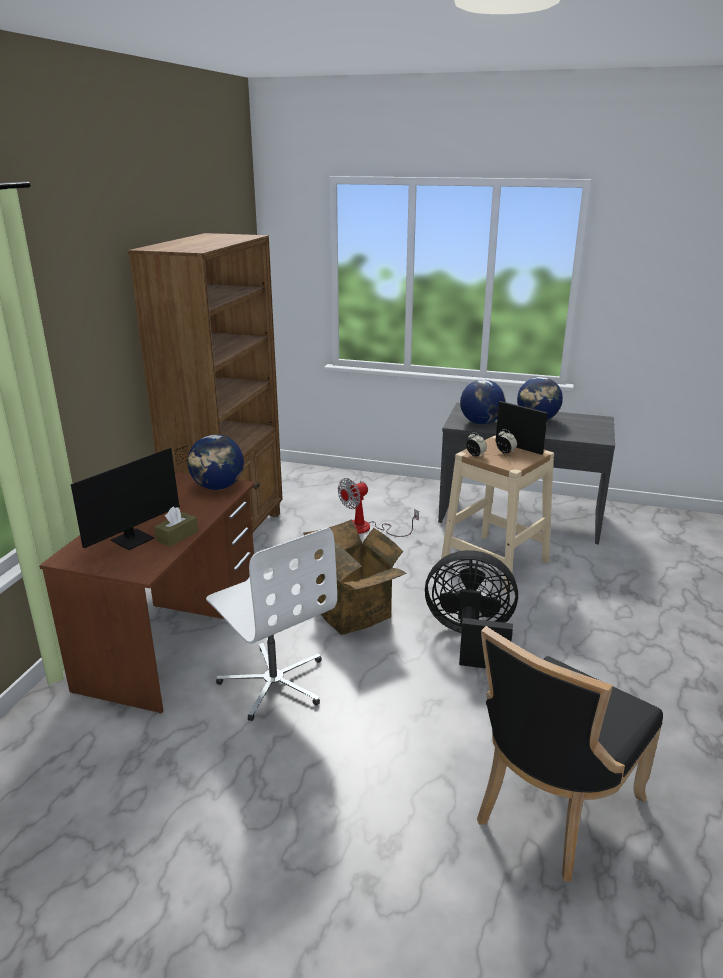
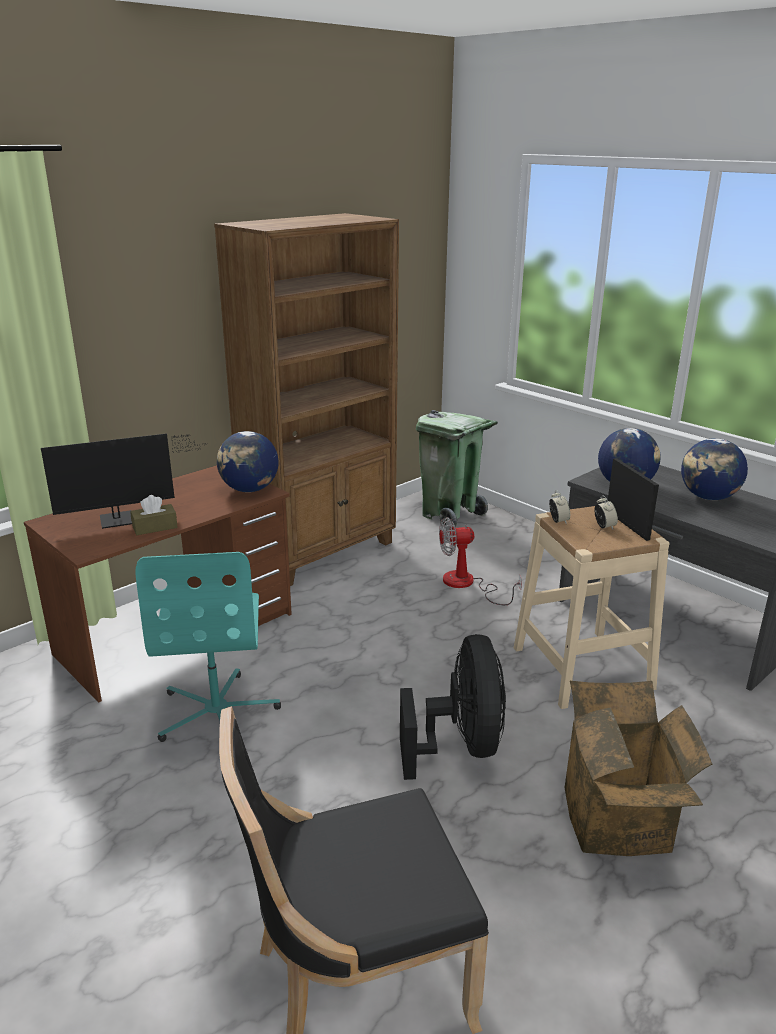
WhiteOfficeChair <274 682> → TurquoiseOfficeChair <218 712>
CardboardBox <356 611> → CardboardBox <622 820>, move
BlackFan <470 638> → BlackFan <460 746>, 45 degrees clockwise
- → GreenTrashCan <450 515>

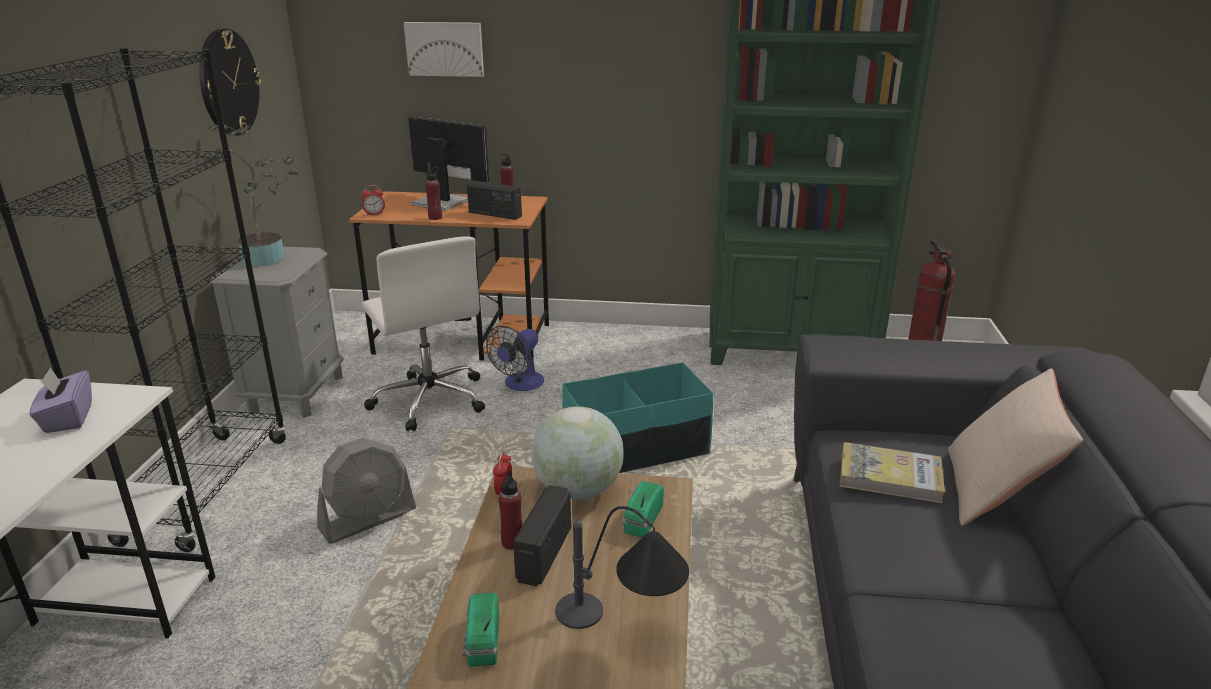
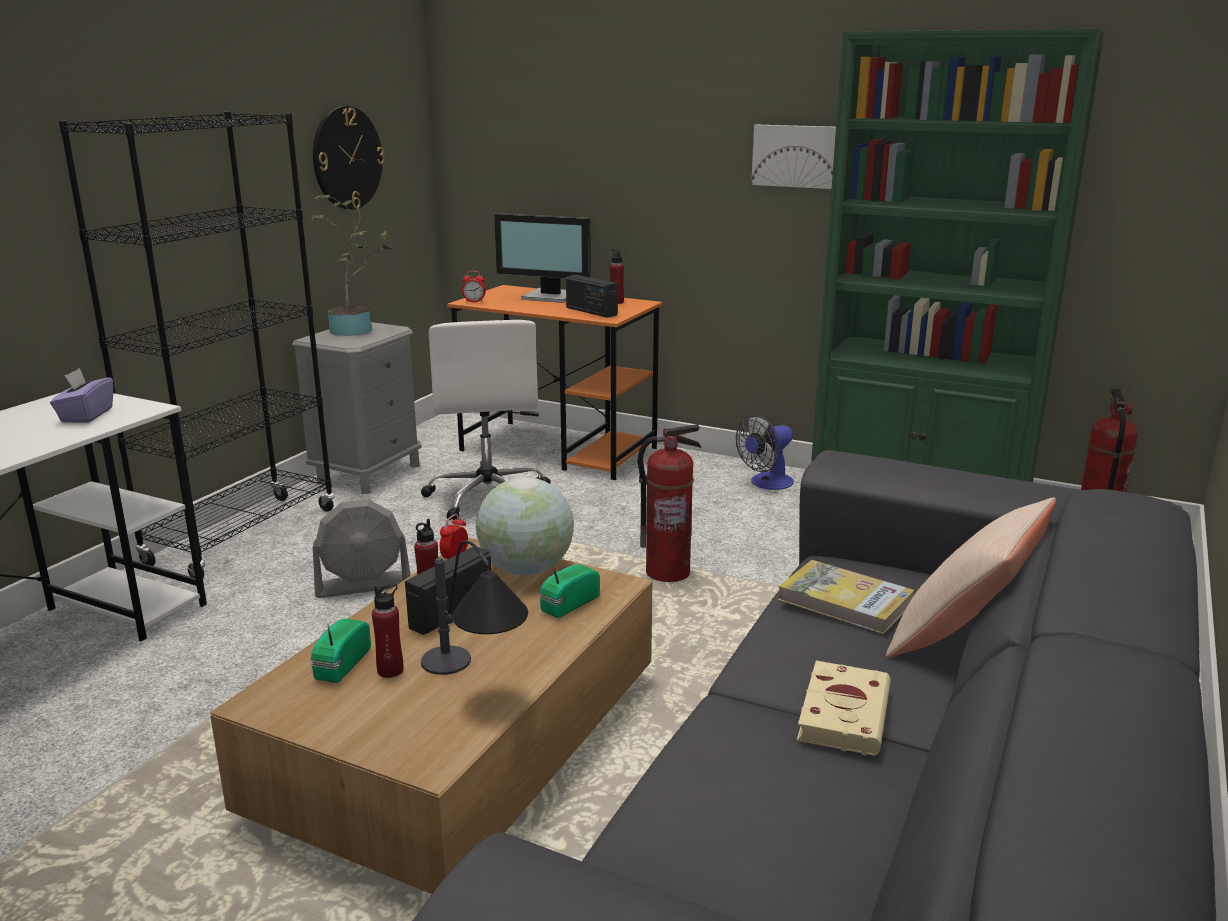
Picture <445 49> → Picture <797 156>, move
Monitor <442 201> → Monitor <550 297>, 150 degrees clockwise
RedBottle <435 218> → RedBottle <390 670>, move
Fan <520 384> → Fan <766 483>, move
TurquoiseStorageBox <636 450> → FireExtinguisher <667 573>
- → BeigeBook <843 712>

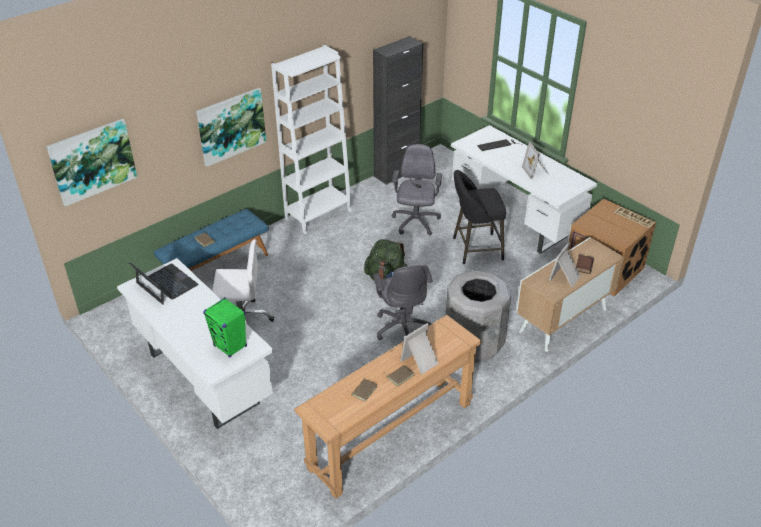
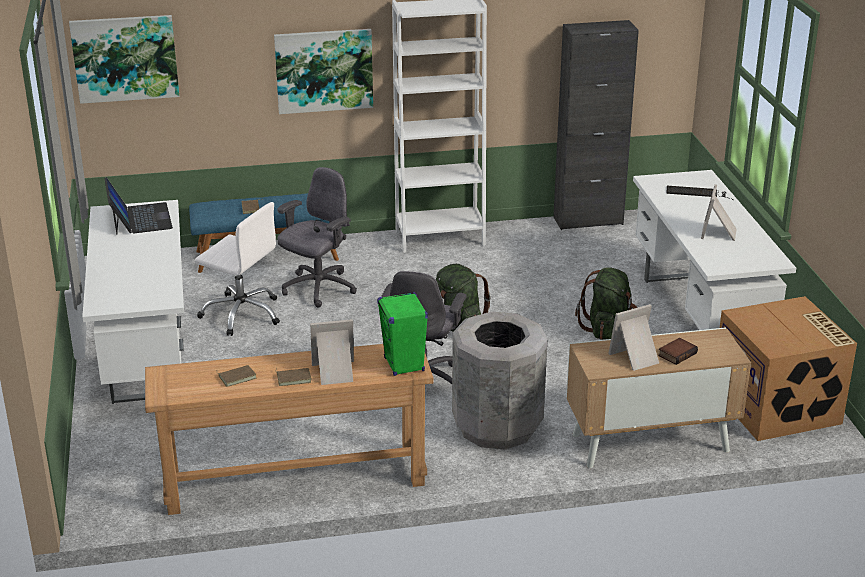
GreenSpeaker <230 346> → GreenSpeaker <404 365>, move
GreyOfficeChair <415 223> → GreyOfficeChair <318 289>, move
BlackStool <474 249> → GreenBackpack <607 329>

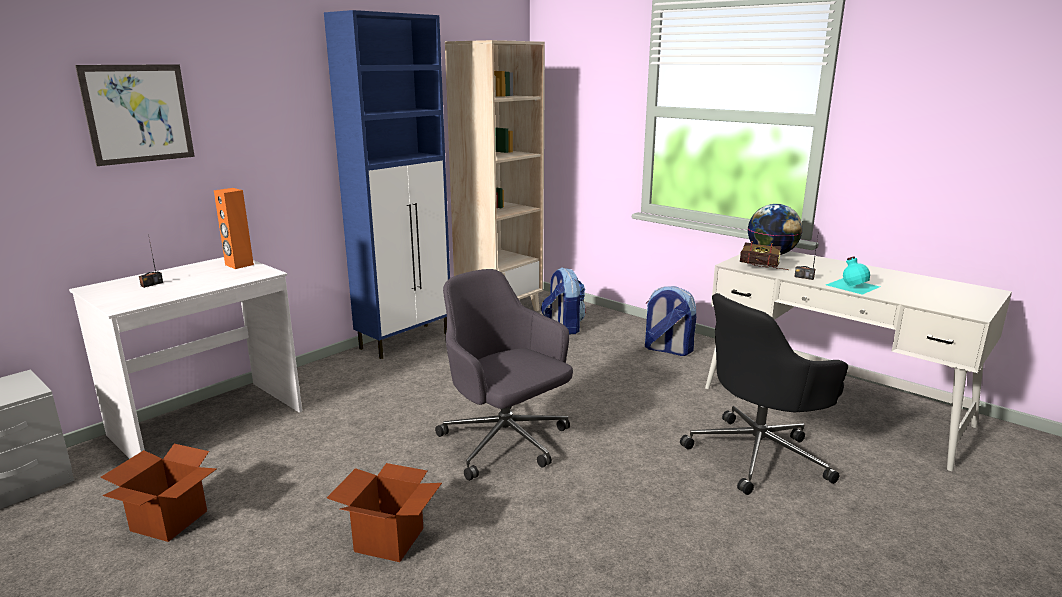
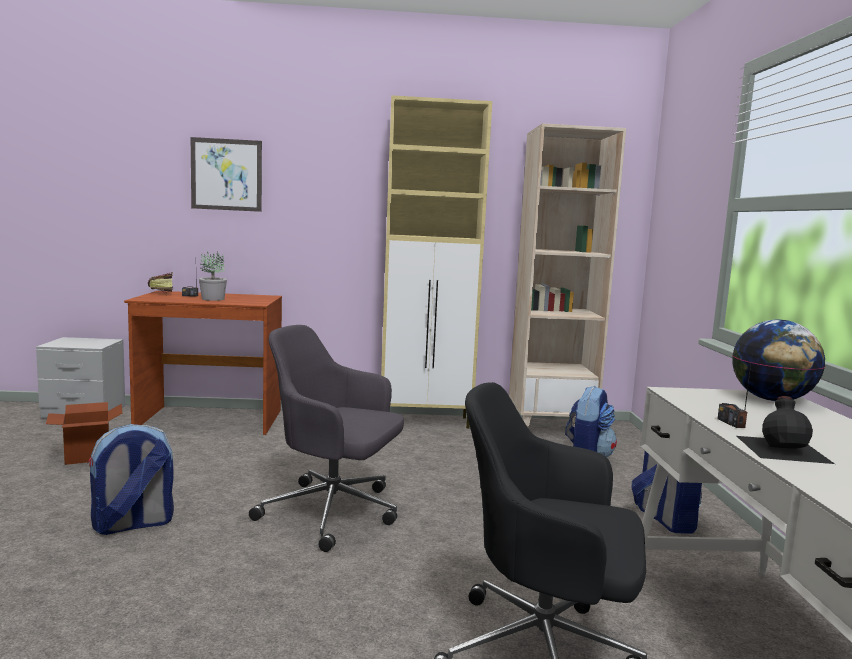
WhiteDesk <208 424> → BrownDesk <210 420>
OrangeSpeaker <239 265> → -
BlueCabinet <406 340> → BeigeCabinet <426 421>
CardboardBox <389 540> → Backpack <133 524>
GreyOfficeChair <506 443> → GreyOfficeChair <333 513>, 75 degrees counterclockwise
Book <763 269> → Book <161 293>, move
TurquoiseBottle <852 285> → BlackBottle <783 448>
- → PottedPlant <212 299>

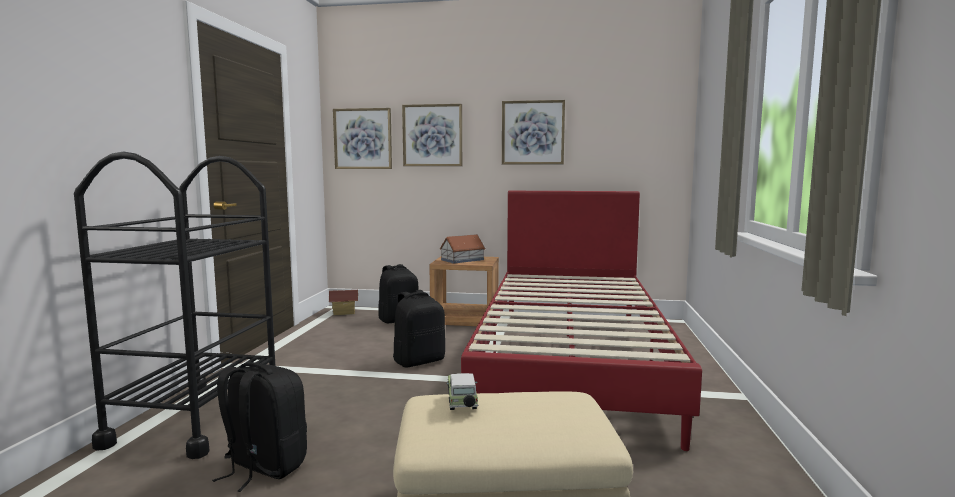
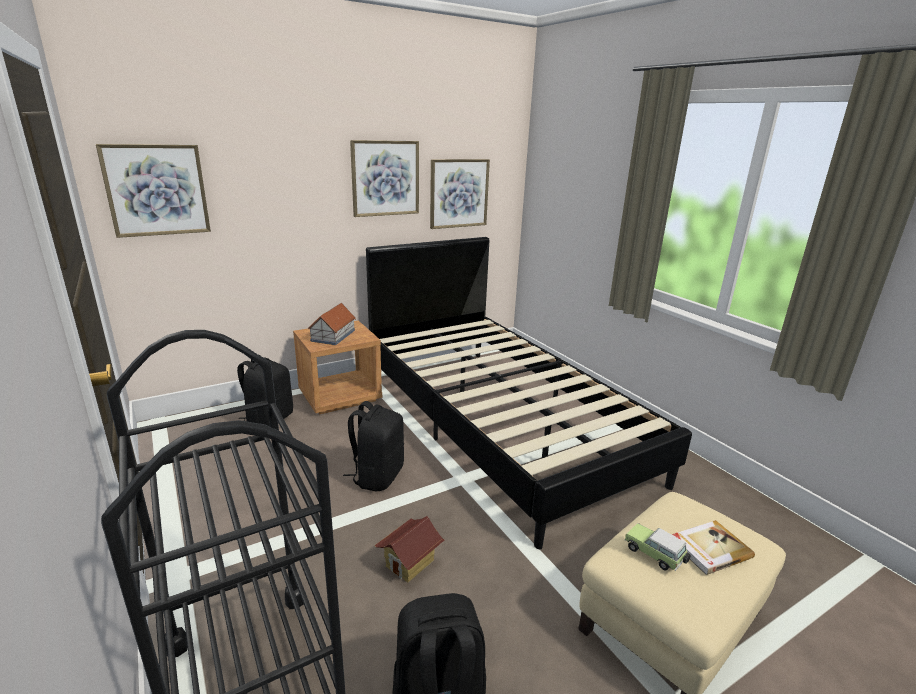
ToyHouse <344 313> → ToyHouse <410 563>, move
Picture <432 135> → Picture <459 193>, move
RedBed <571 360> → BlackBed <498 423>
- → Book <709 548>

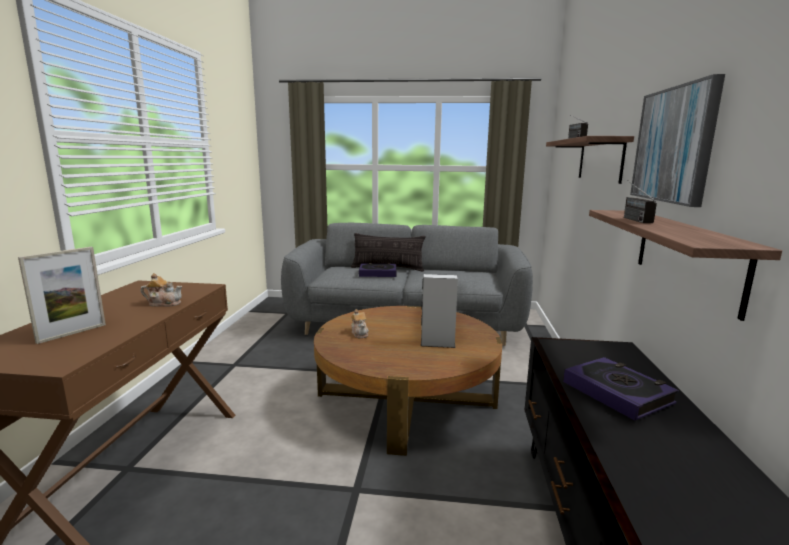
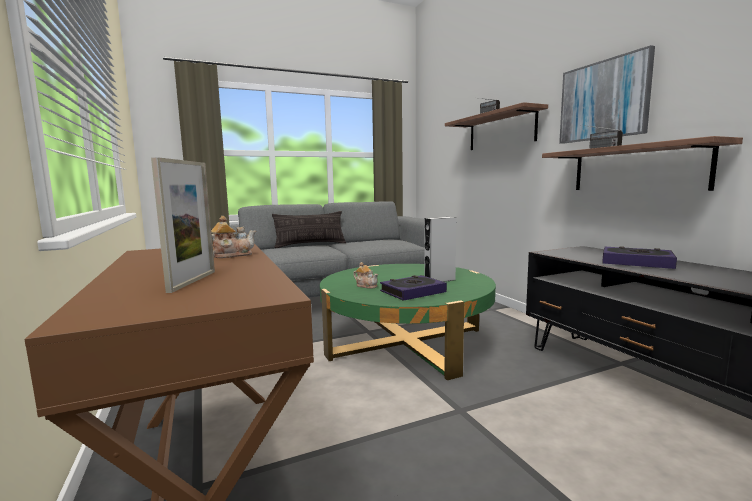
BrownCoffeeTable <406 398> → GreenCoffeeTable <406 342>
Book <378 273> → Book <412 292>, move

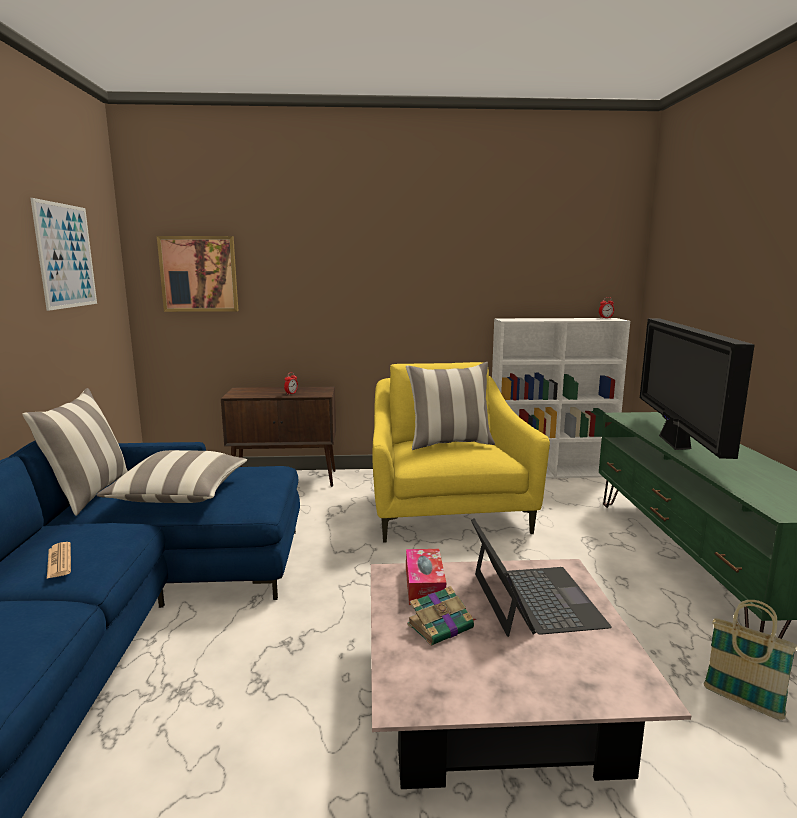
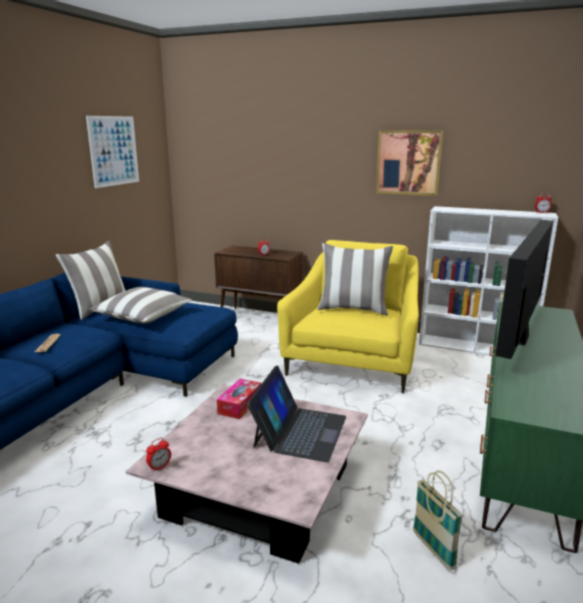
Picture <199 274> → Picture <408 162>, move
Book <441 626> → -
- → AlarmClock <159 467>

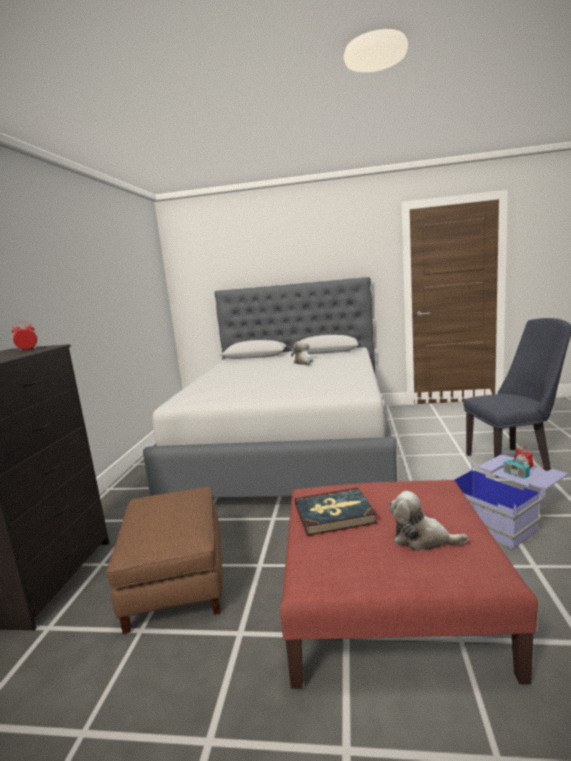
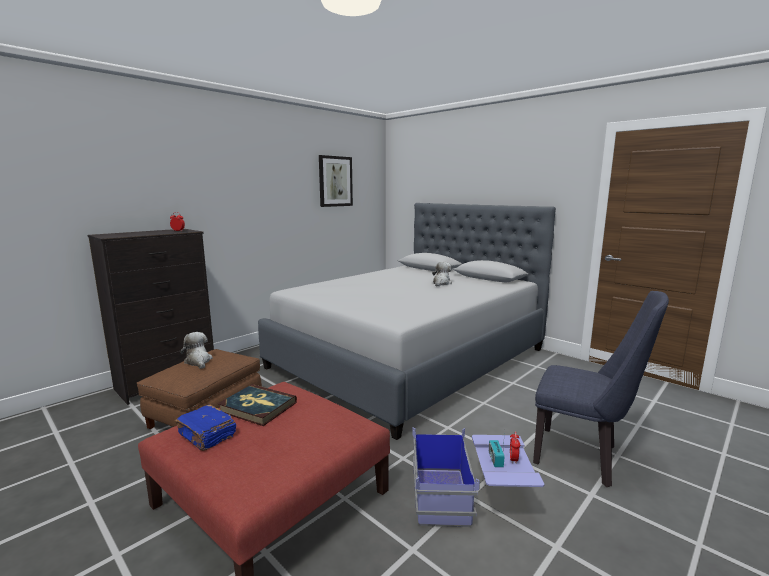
PlushToy <422 539> → PlushToy <198 361>, move
- → BlueBook <207 435>
- → Picture <335 181>

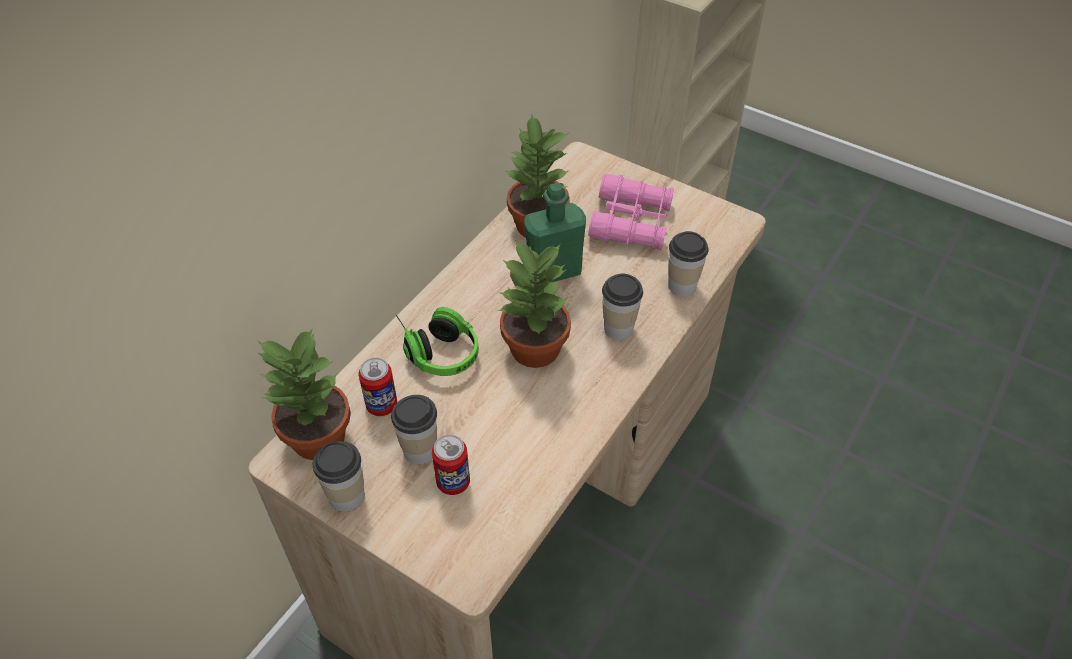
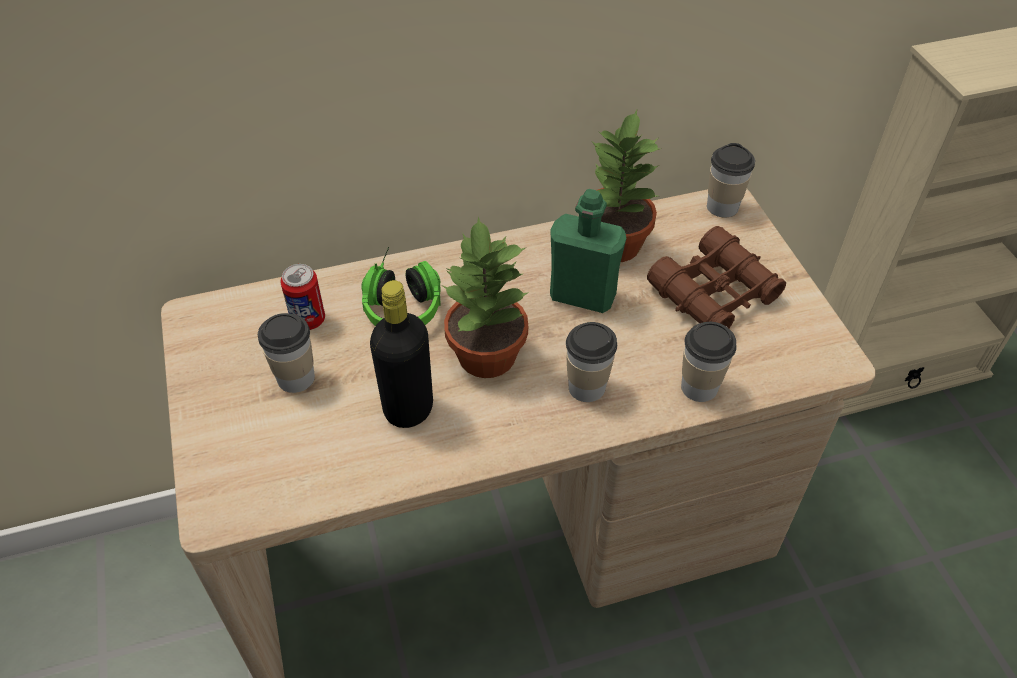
PottedPlant <316 438> → -
Cup <347 497> → Cup <722 207>, move
Can <453 482> → -
PinkBinoculars <631 222> → BrownBinoculars <714 294>
- → BlackBottle <408 409>

